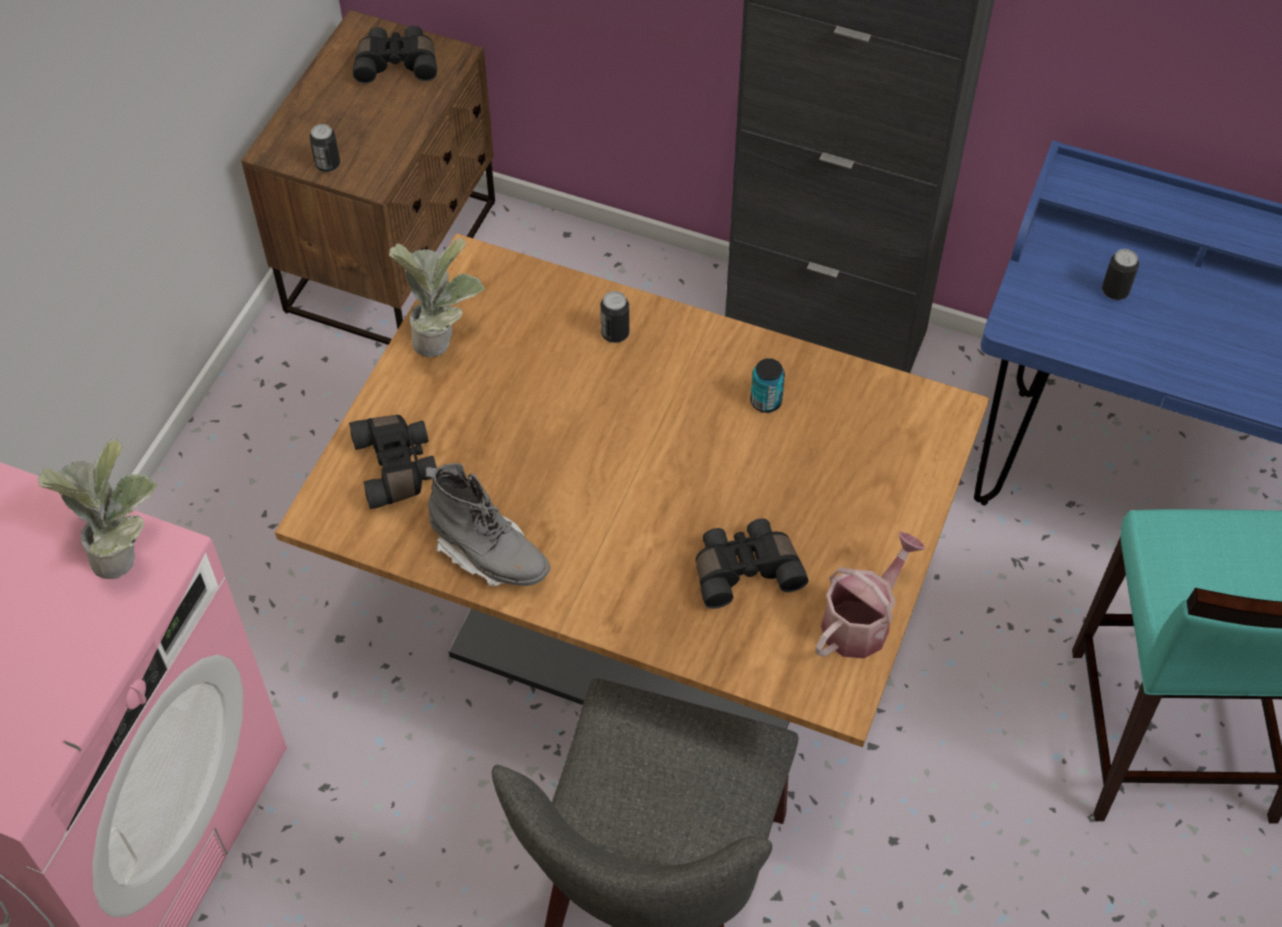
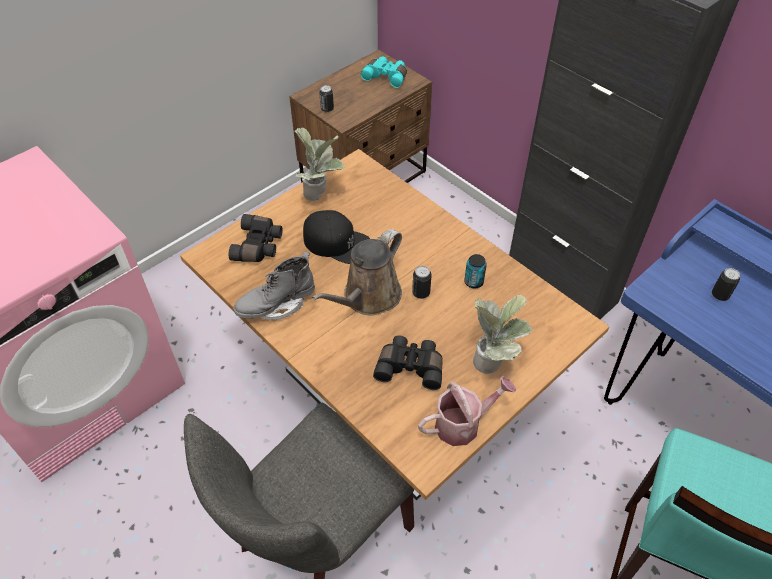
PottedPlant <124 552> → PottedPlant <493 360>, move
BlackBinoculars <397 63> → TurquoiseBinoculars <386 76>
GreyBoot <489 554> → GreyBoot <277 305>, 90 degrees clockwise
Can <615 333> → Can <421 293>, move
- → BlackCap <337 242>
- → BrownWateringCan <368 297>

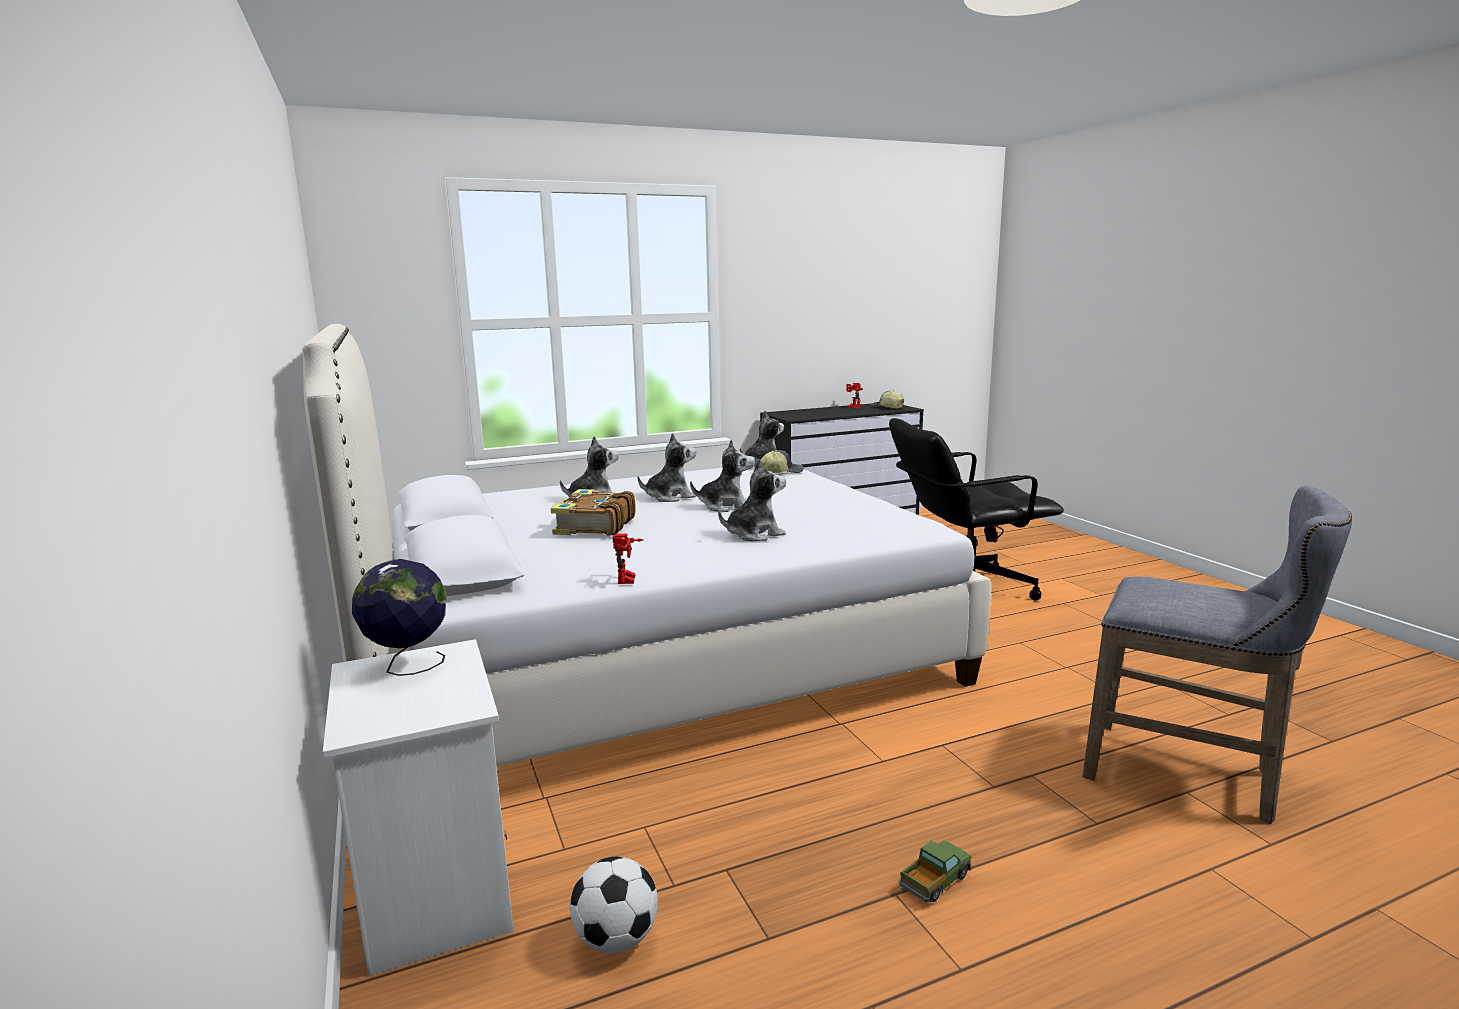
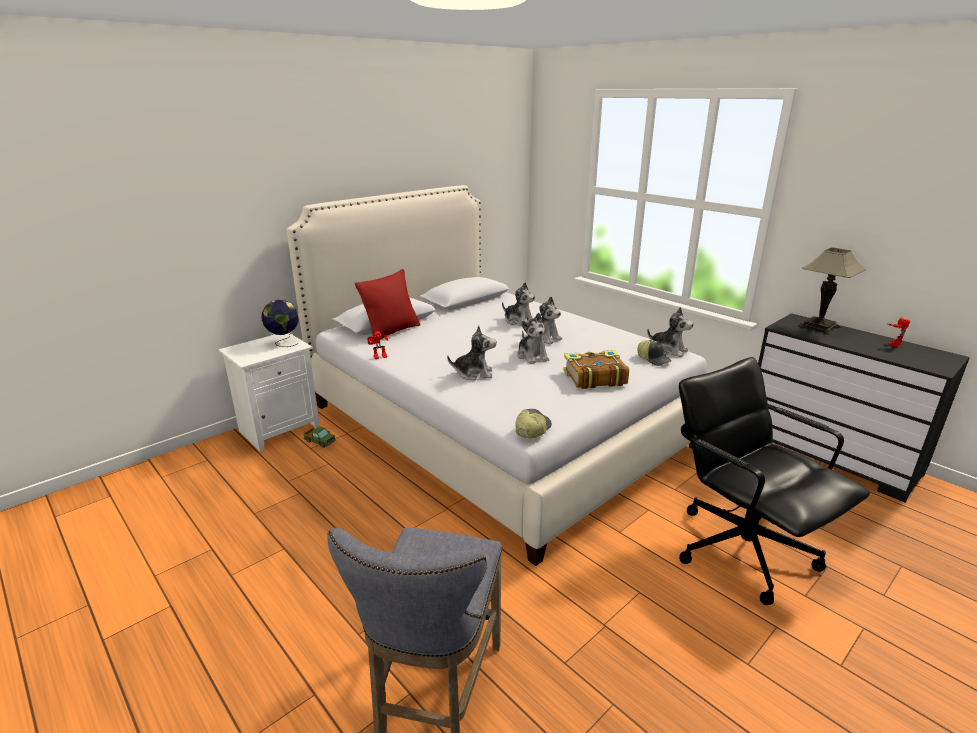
Book <594 526> → Book <594 378>, move
Football <616 939> → -
PlushToy <754 534> → PlushToy <474 373>, 45 degrees counterclockwise
Cap <887 408> → Cap <532 429>, move
ToyTruck <935 881> → ToyTruck <320 442>, move
- → RedPillow <391 332>
- → TableLamp <819 326>

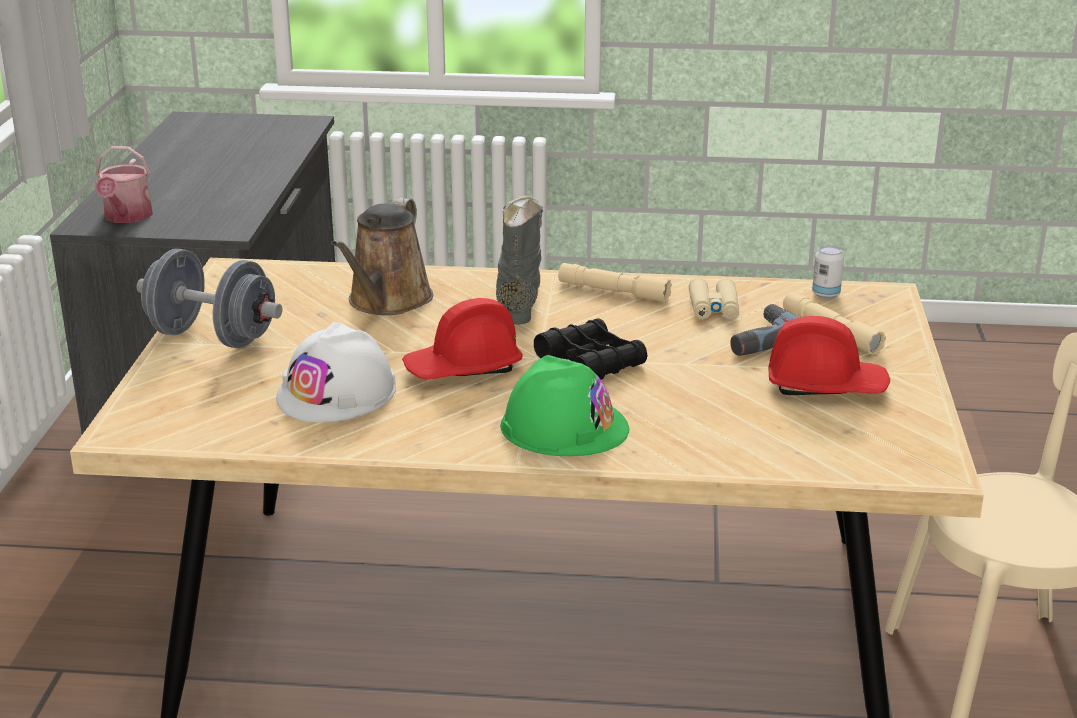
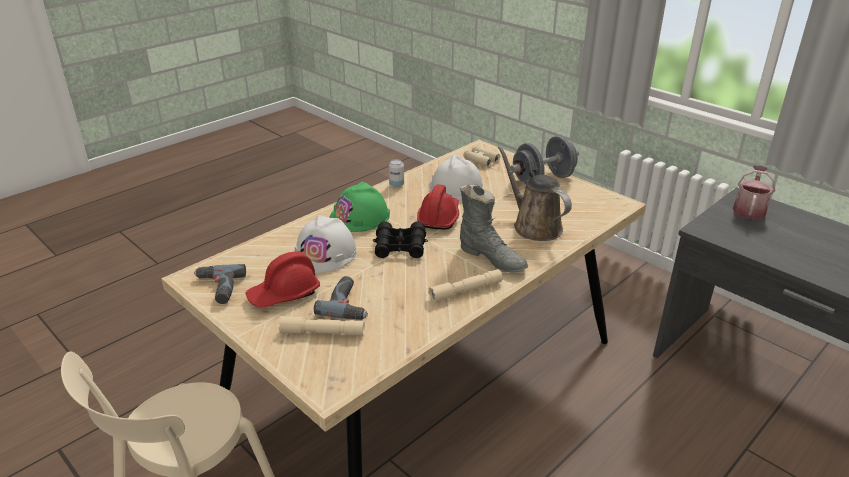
WateringCan <126 217> → WateringCan <749 209>, 75 degrees clockwise
BeigeBinoculars <713 308> → BeigeBinoculars <481 160>, move
Can <826 294> → Can <396 185>, move
- → PowerDrill <217 288>
- → WhiteHardHat <325 253>

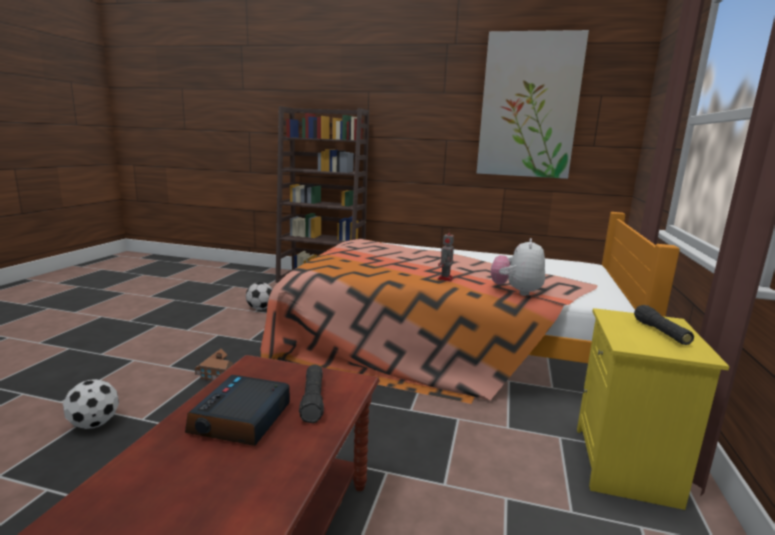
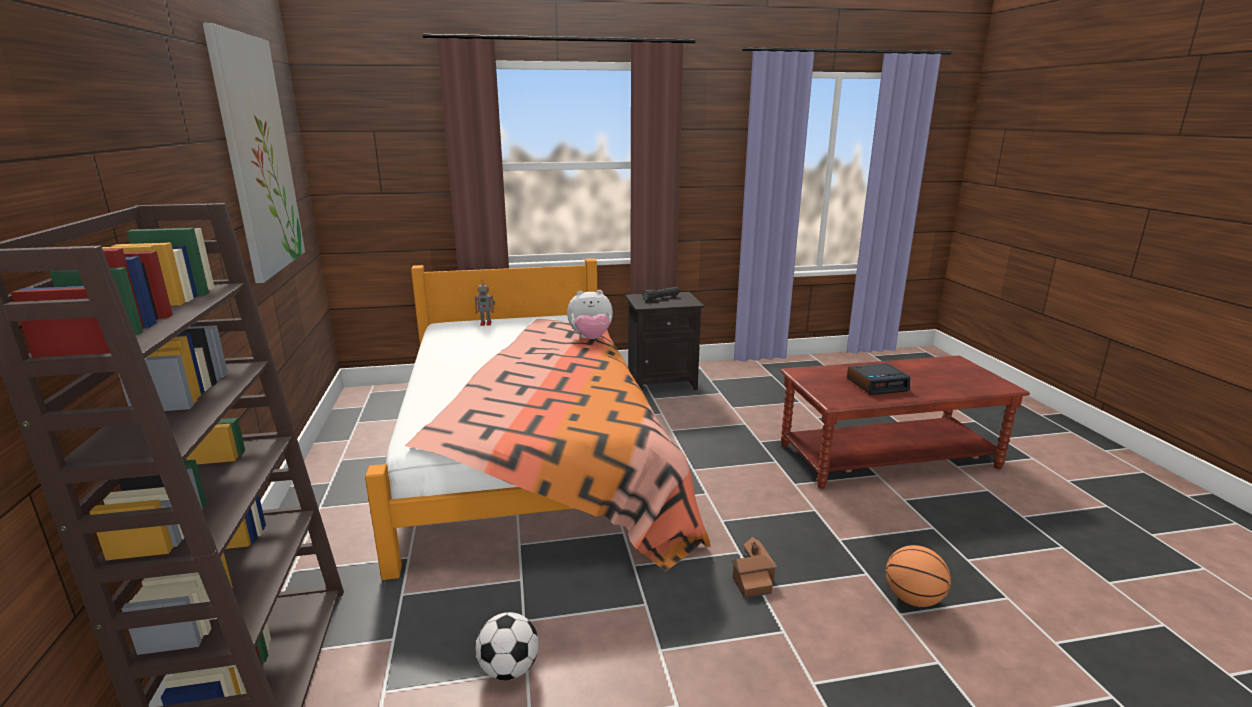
Football <94 424> → Basketball <913 599>
BlackFlashlight <313 400> → -
ToyRobot <445 279> → ToyRobot <486 323>, move
YellowNightstand <627 466> → BlackNightstand <662 382>

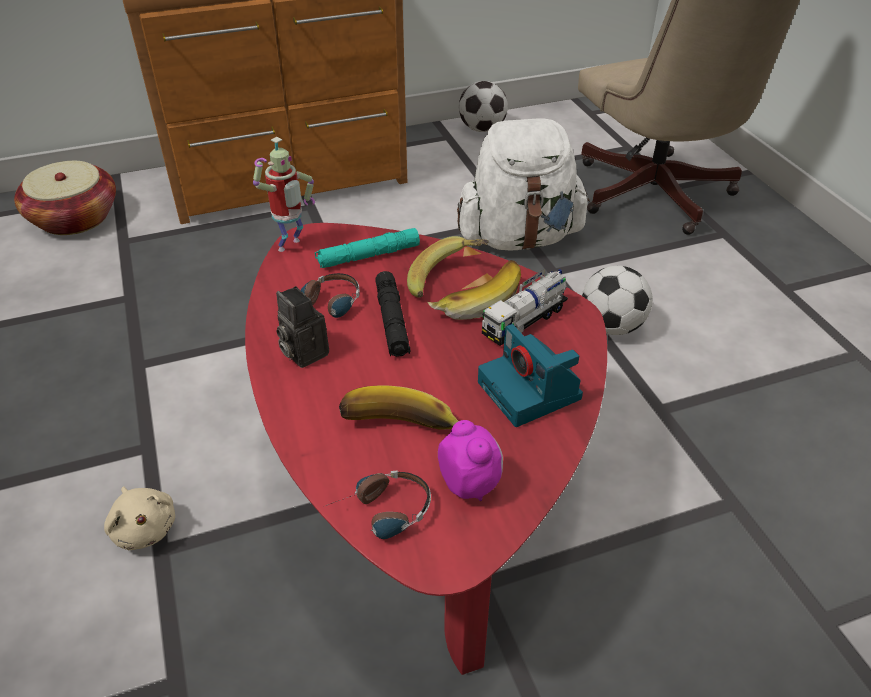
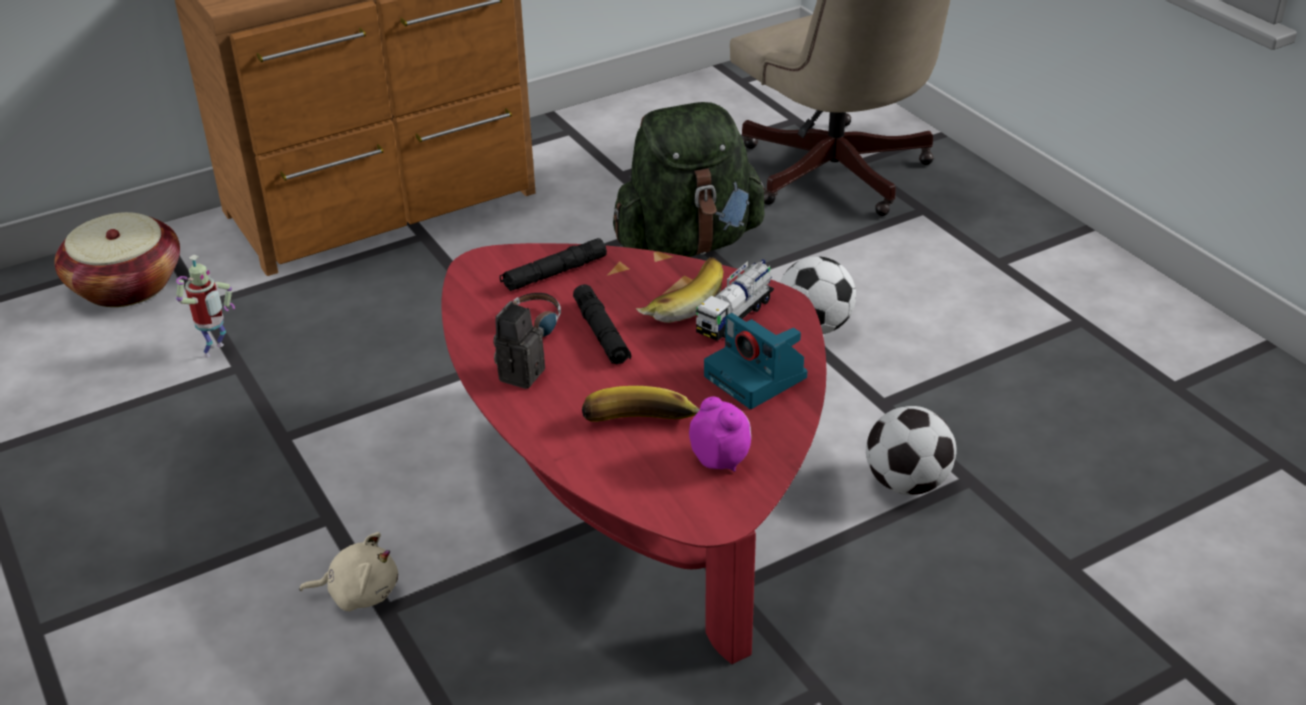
BeigePlushToy <144 528> → BeigePlushToy <359 592>, 45 degrees counterclockwise
ToyRobot <291 247> → ToyRobot <216 352>, move
PhotoCamera <302 352> → PhotoCamera <520 373>, 75 degrees clockwise
TurquoiseFlashlight <368 256> → BlackFlashlight <554 273>
Headphones <381 514> → -
Banana <447 281> → -
WhiteBackpack <519 238> → GreenBackpack <688 242>
Football <482 129> → Football <907 483>, move

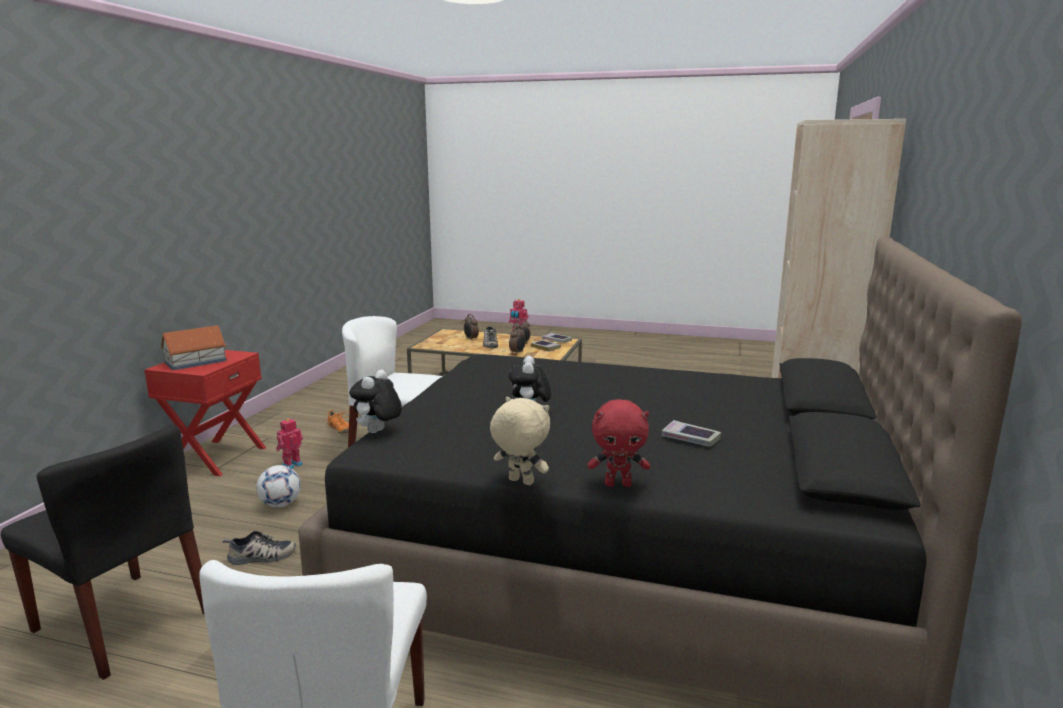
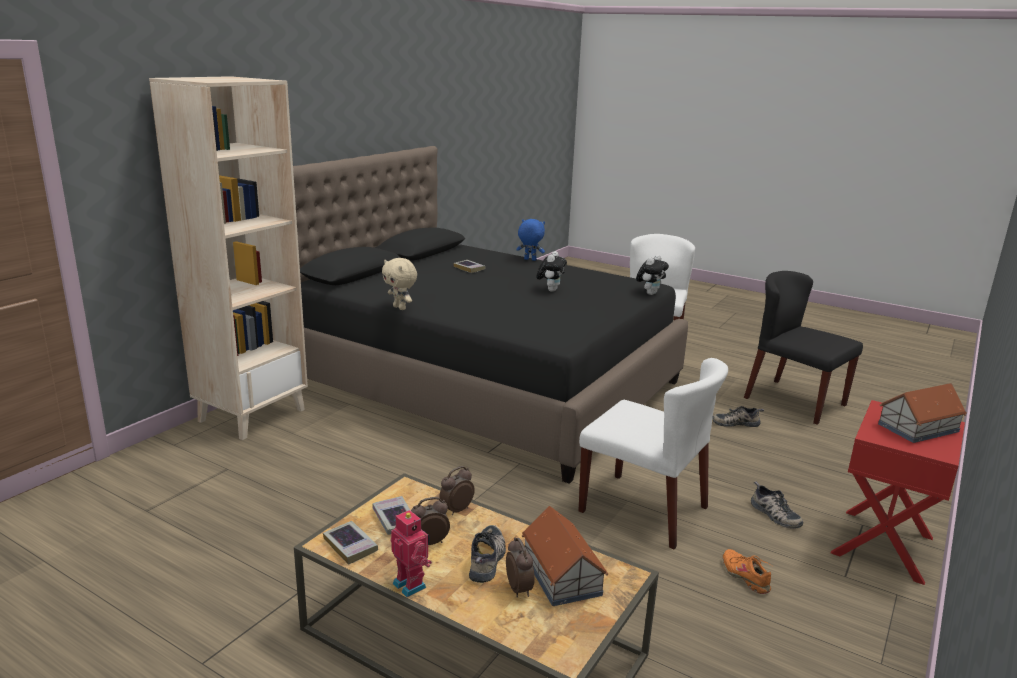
Football <280 504> → -
ToyRobot <291 464> → Shoe <773 514>
BeigePlushToy <520 482> → BeigePlushToy <400 308>, move
RedPlushToy <618 484> → BluePlushToy <529 260>
- → ToyHouse <561 573>

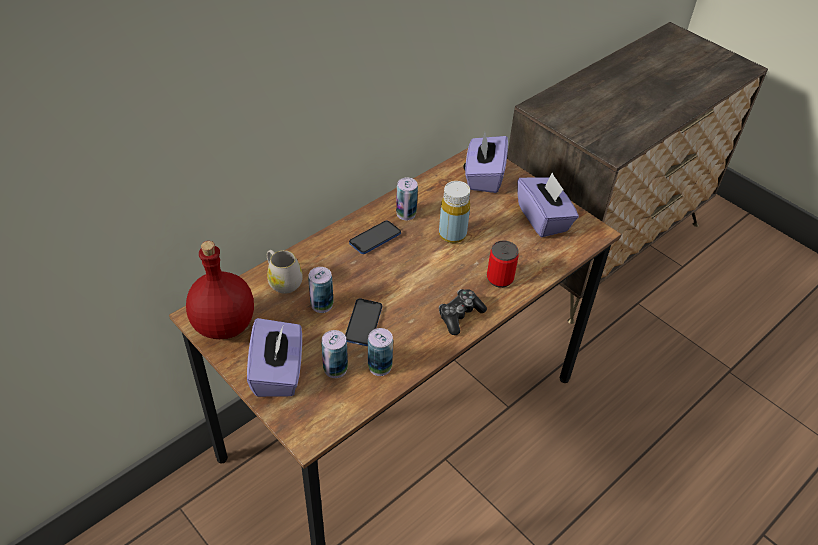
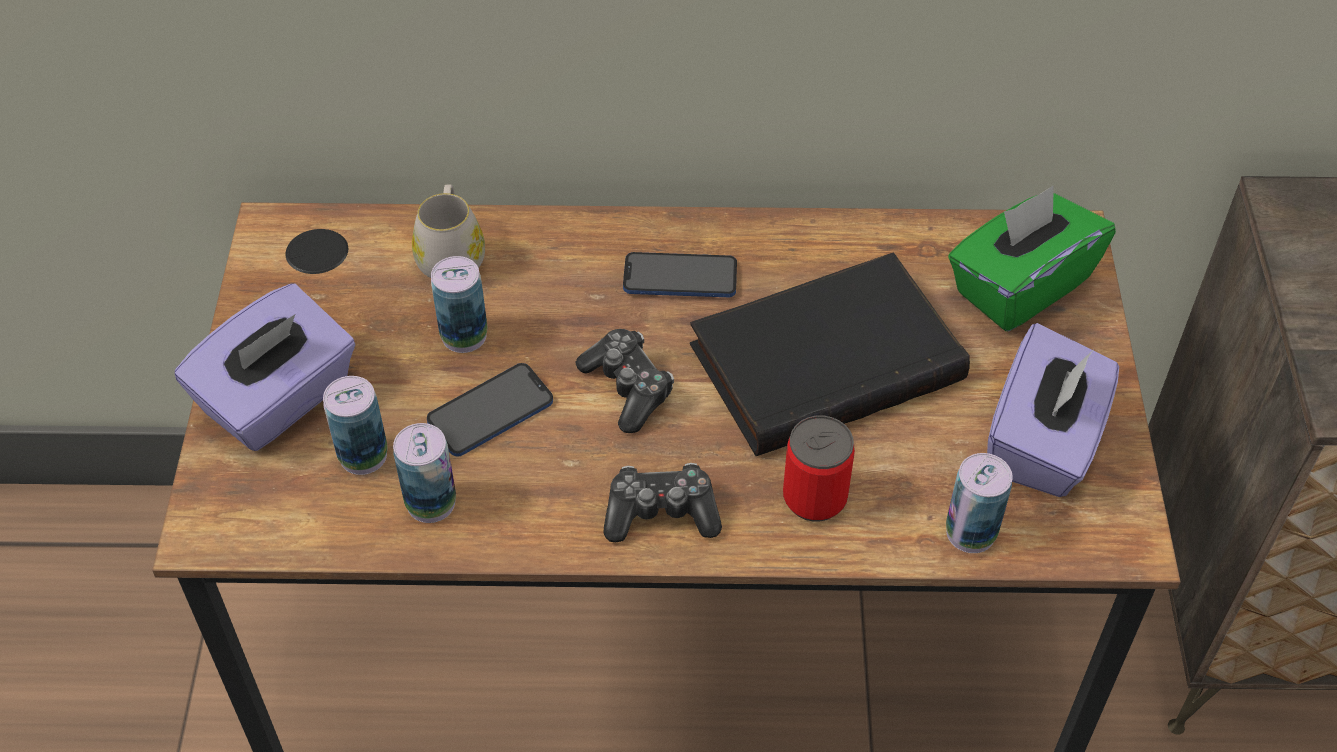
RedBottle <223 326> → -
Can <406 214> → Can <970 532>, move
YellowBottle <452 234> → BlackBook <825 358>
PurpleTissueBox <483 177> → GreenTissueBox <1020 286>
- → GameController <628 388>

